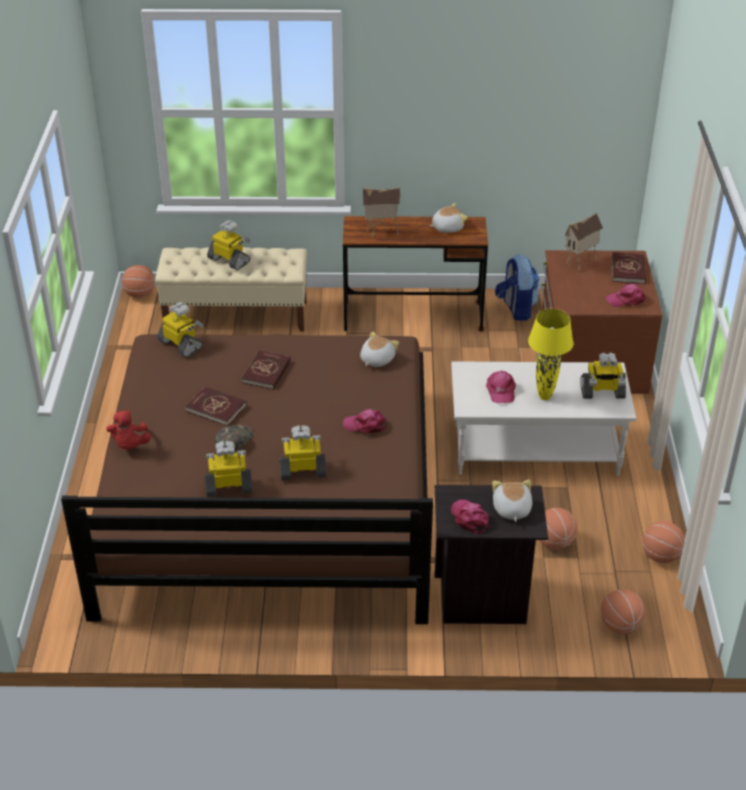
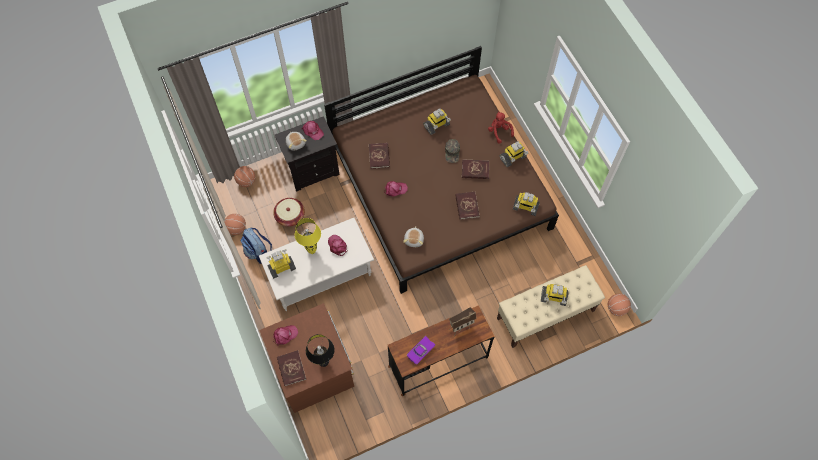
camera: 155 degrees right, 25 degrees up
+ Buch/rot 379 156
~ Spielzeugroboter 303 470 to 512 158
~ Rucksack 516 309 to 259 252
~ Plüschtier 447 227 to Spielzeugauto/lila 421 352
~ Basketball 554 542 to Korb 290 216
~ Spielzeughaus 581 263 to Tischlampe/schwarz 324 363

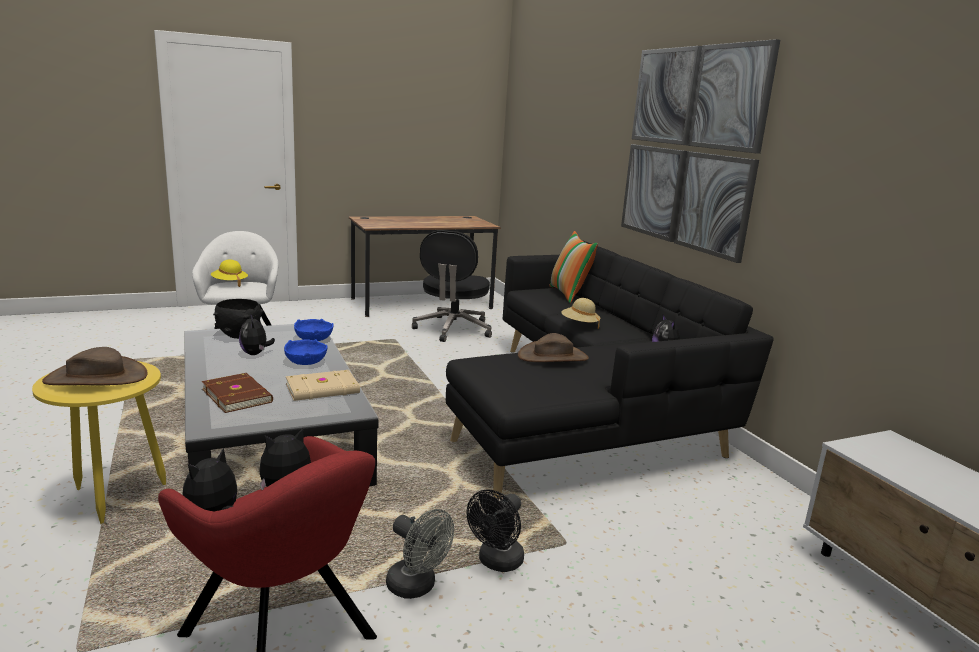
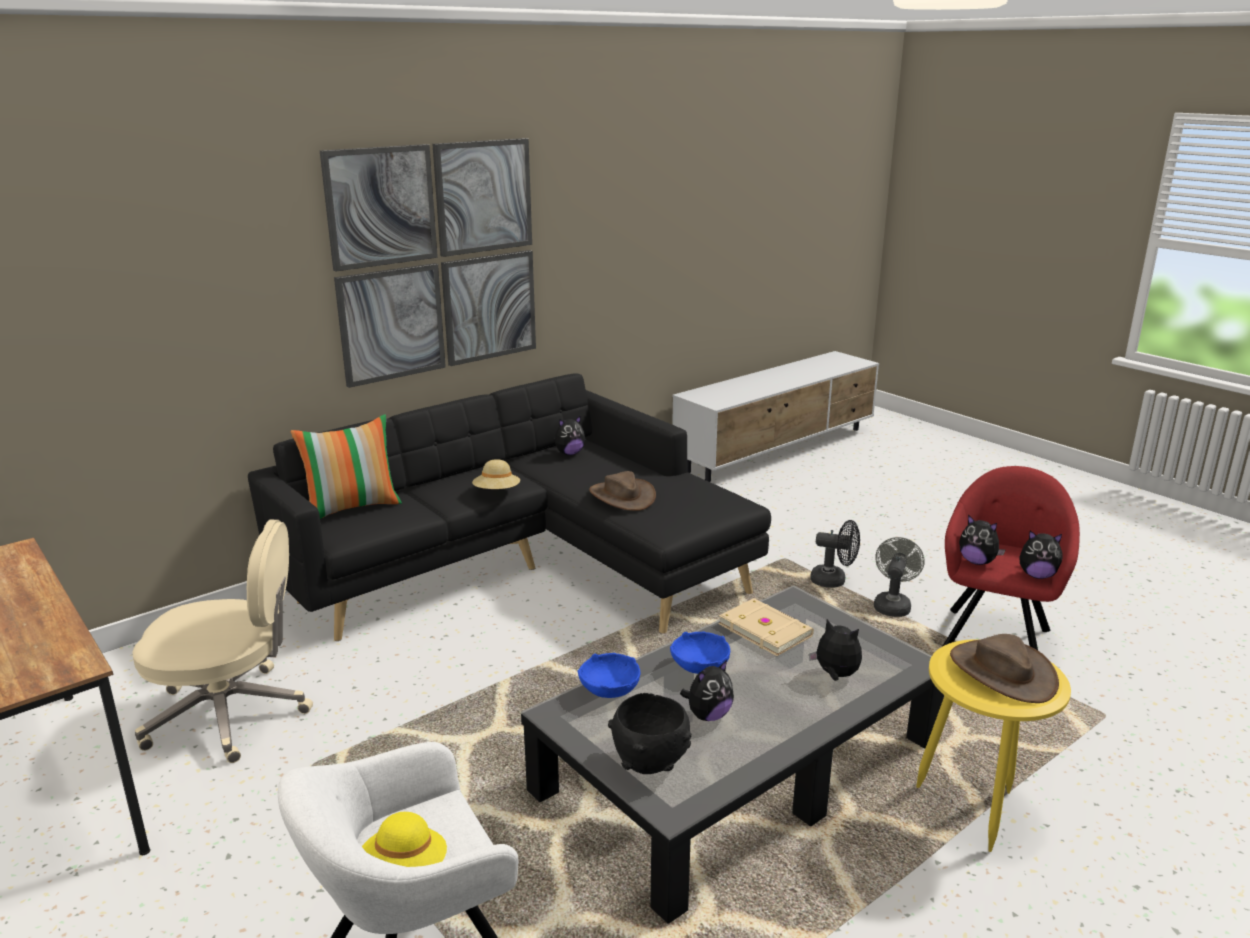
camera: 105 degrees left, 5 degrees up
~ Buch/braun 238 395 to Plüschtier 835 675
~ Bürostuhl/schwarz 453 329 to Bürostuhl/beige 231 714

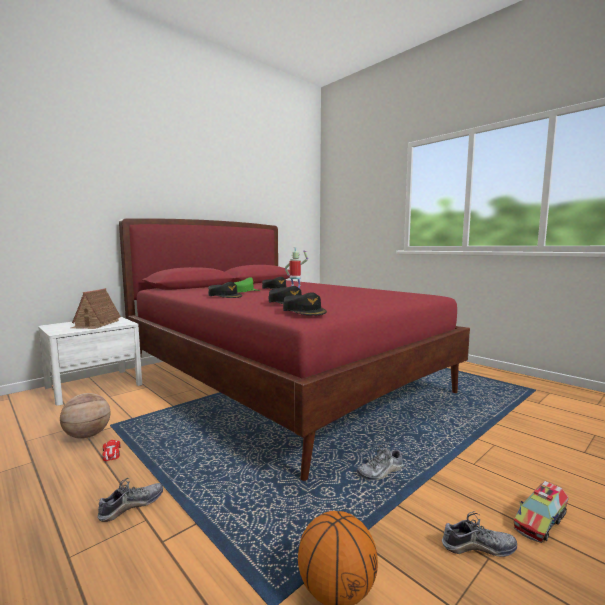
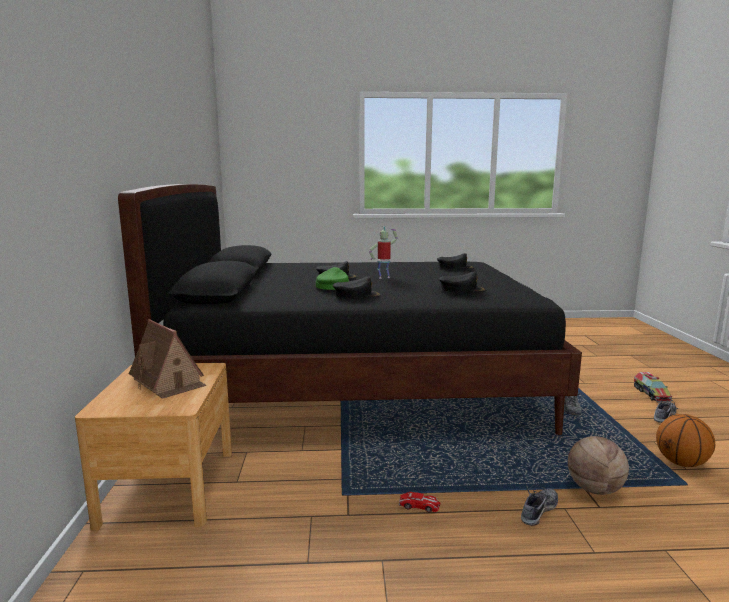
camera: 50 degrees left, 5 degrees up
~ Basketball 87 435 to 594 489
~ Kappe/schwarz 304 311 to 455 267
~ Nachttisch/weiß 94 386 to Nachttisch/braun 169 486
~ Bett/rot 282 380 to Bett/schwarz 356 383
~ Schuh 131 506 = 538 511 45 degrees clockwise

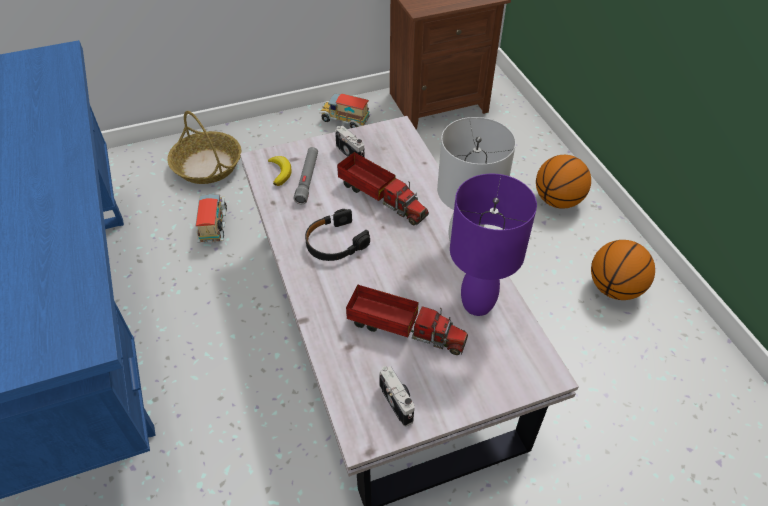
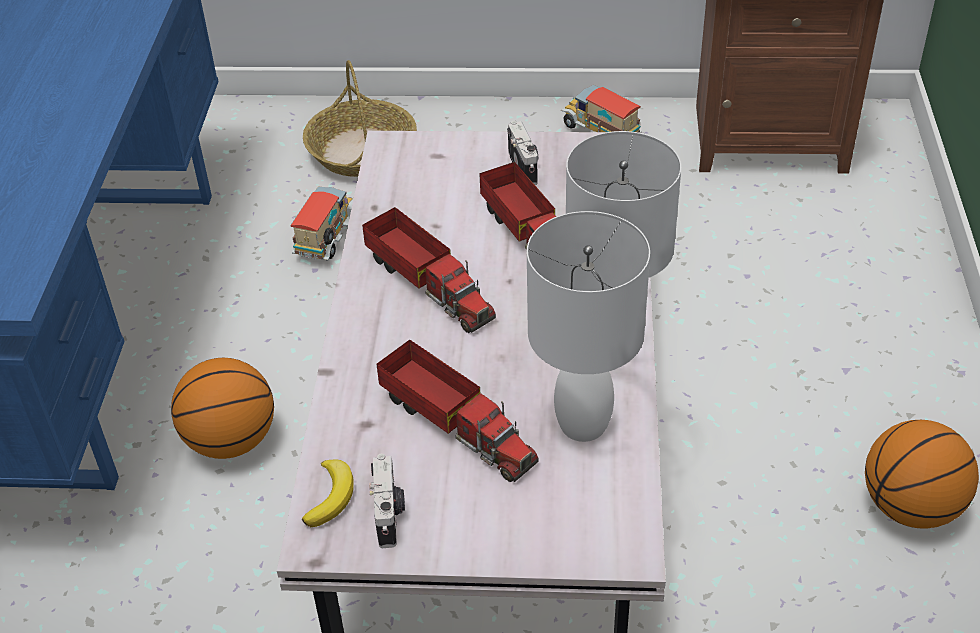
camera: 25 degrees right, 5 degrees down
- Taschenlampe/grau 307 178
~ Banane 280 172 to 331 496
~ Basketball 558 200 to 232 441
~ Kopfhörer/schwarz 335 243 to Spielzeuglaster 428 284
~ Tischlampe/lila 478 303 to Tischlampe/weiß 585 424

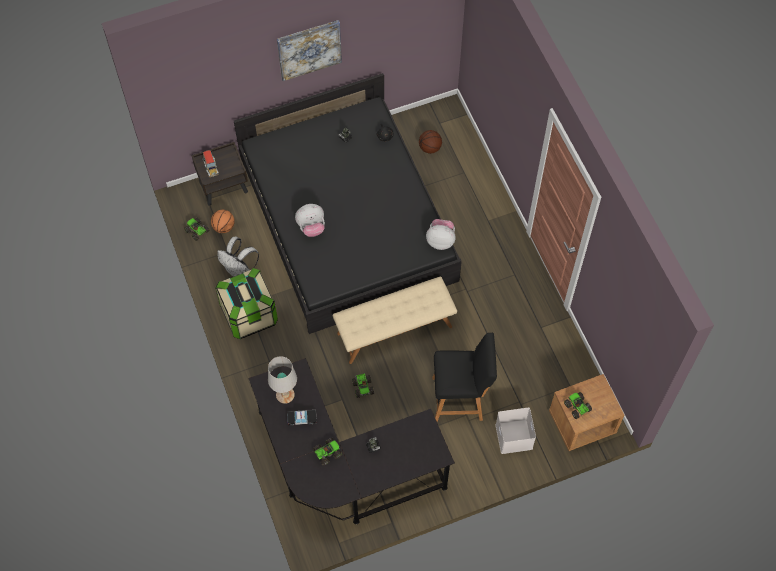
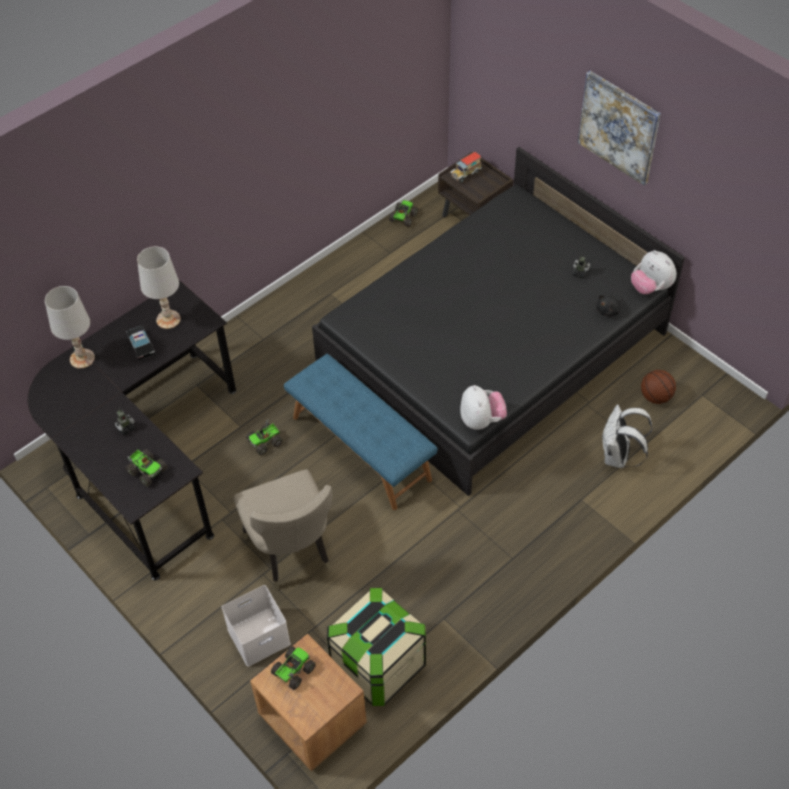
camera: 70 degrees right, 10 degrees down
- Basketball 224 227
+ Tischlampe/weiß 82 358
~ Aufbewahrungsbox 249 315 to 378 664
~ Rucksack/weiß 240 271 to 618 457
~ Plüschtier 311 227 to 650 287
~ Spielzeuglaster 327 453 to 147 470
~ Hocker/schwarz 460 398 to Stuhl/beige 292 554
~ Bank/beige 394 329 to Bank/blau 362 447

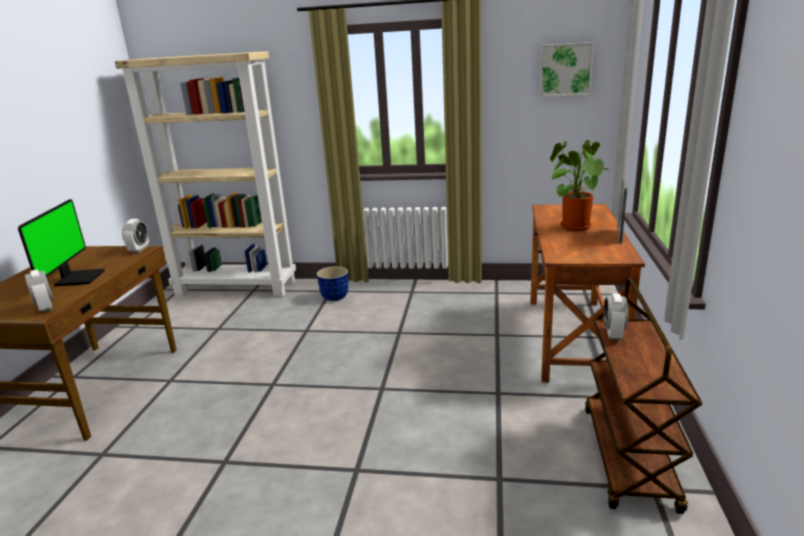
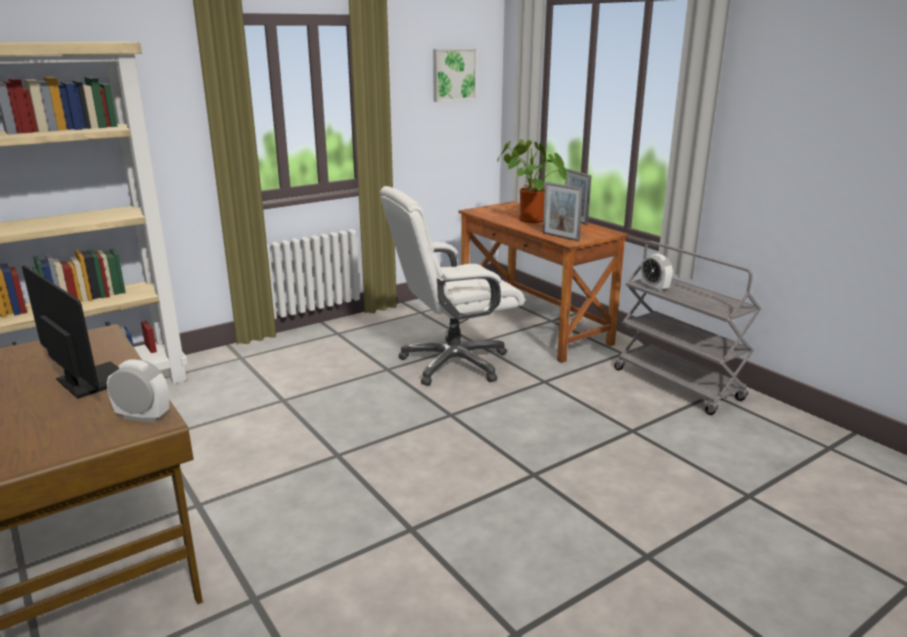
camera: 45 degrees left, 0 degrees up
- Wecker 139 249
- Pflanzkübel 335 297
+ Bürostuhl/weiß 453 363
+ Bilderrahmen 560 237
~ Rollwagen/braun 629 458 to Rollwagen/grau 678 385

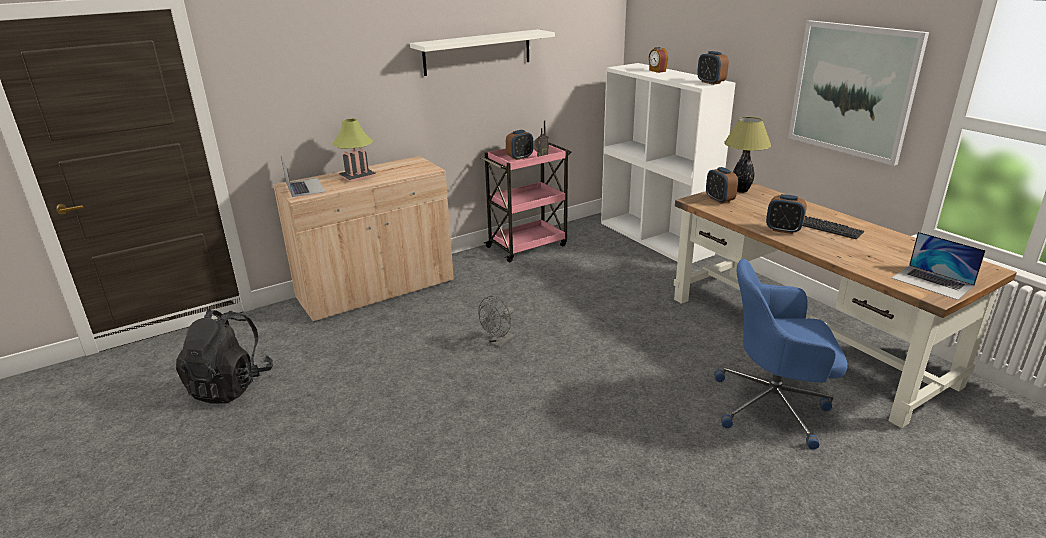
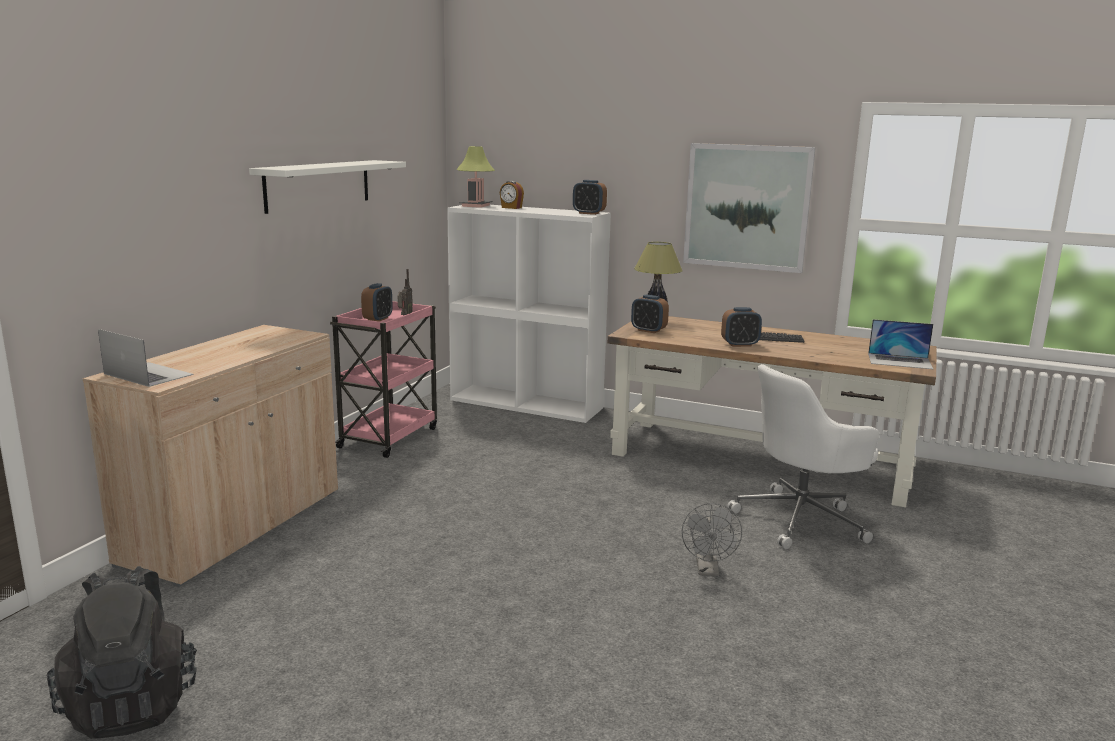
camera: 35 degrees left, 10 degrees down
~ Tischlampe 357 177 to 475 205
~ Ventilator/grau 499 343 to 708 570
~ Bürostuhl/blau 773 406 to Bürostuhl/weiß 801 519

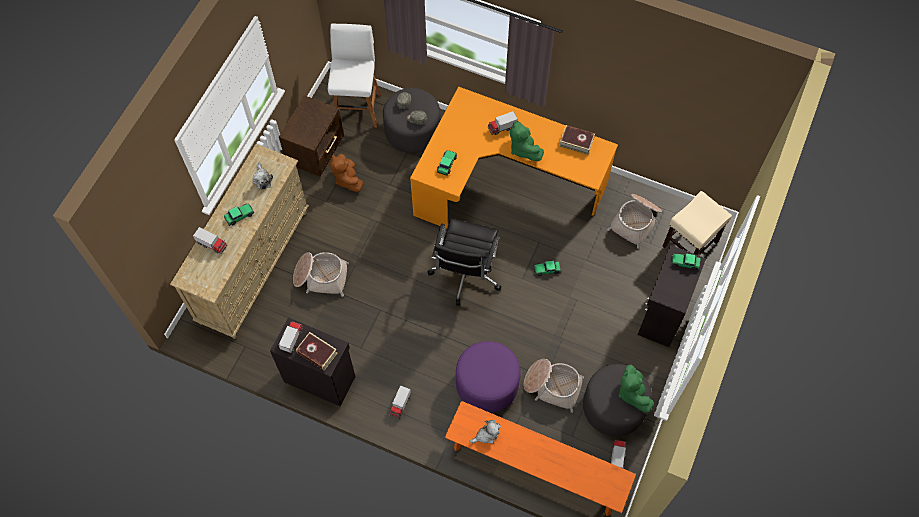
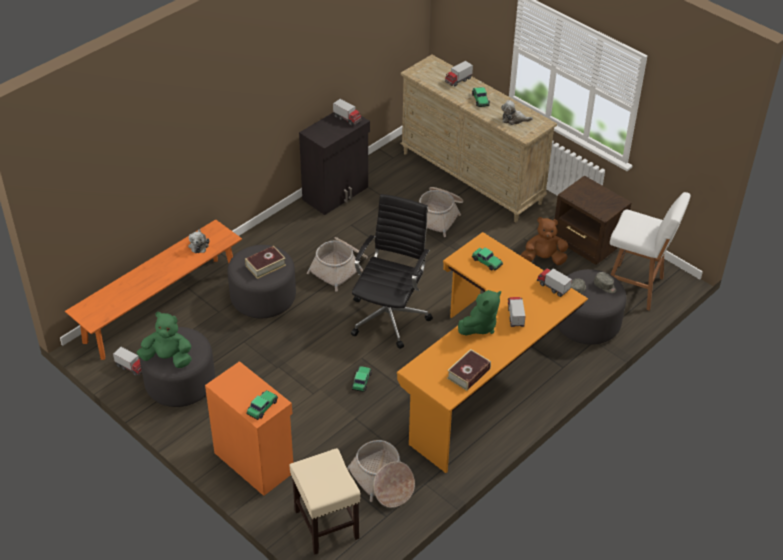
camera: 110 degrees right, 20 degrees down
~ Buch 317 353 to 265 265
~ Spielzeuglaster 400 405 to 553 287
~ Korb 552 386 to 340 268
~ Polsterhocker/lila 487 384 to Polsterhocker/grau 263 297
~ Schrank/schwarz 661 314 to Schrank/orange 254 461
~ Bürostuhl/schwarz 465 274 = 390 316 75 degrees clockwise
~ Plüschtier/grün 523 148 = 479 326 135 degrees clockwise

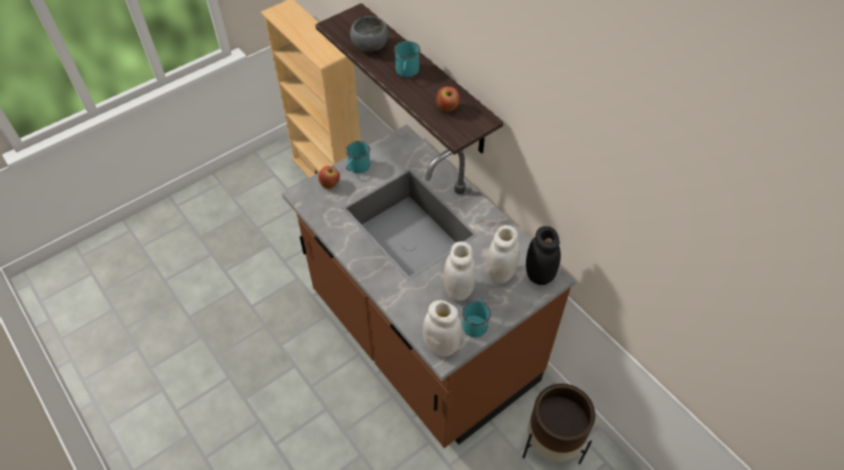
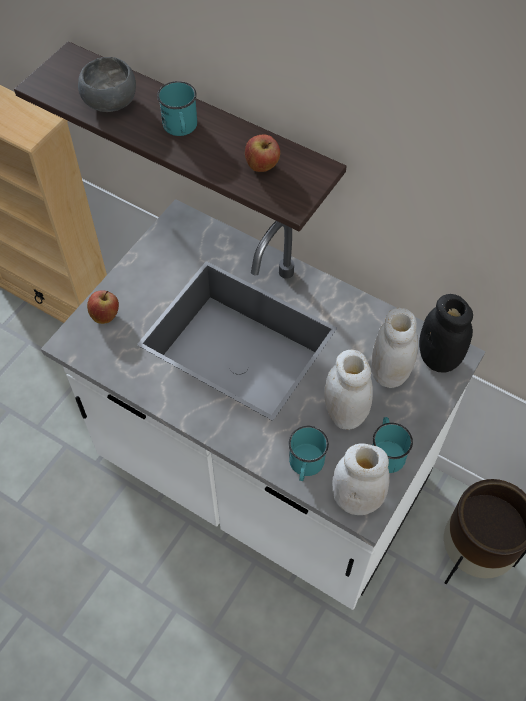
camera: 20 degrees left, 5 degrees up
~ Henkelbecher/türkis 357 168 to 305 465
~ Küchenzeile/braun 422 340 to Küchenzeile/weiß 263 475

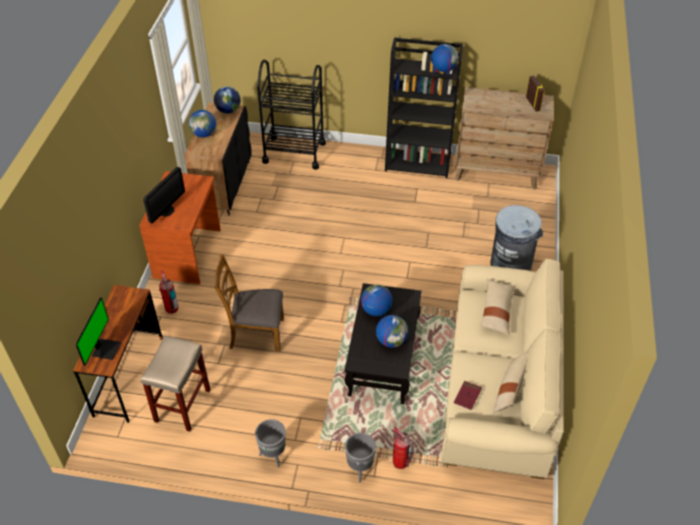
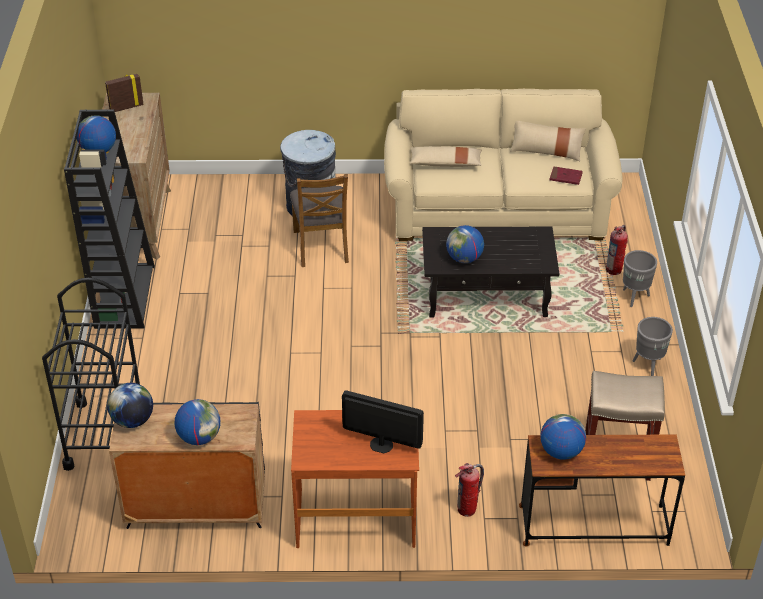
camera: 100 degrees left, 5 degrees down
- Monitor 105 349
~ Stuhl/braun 256 333 to 321 246
~ Globus 391 340 to 561 451

